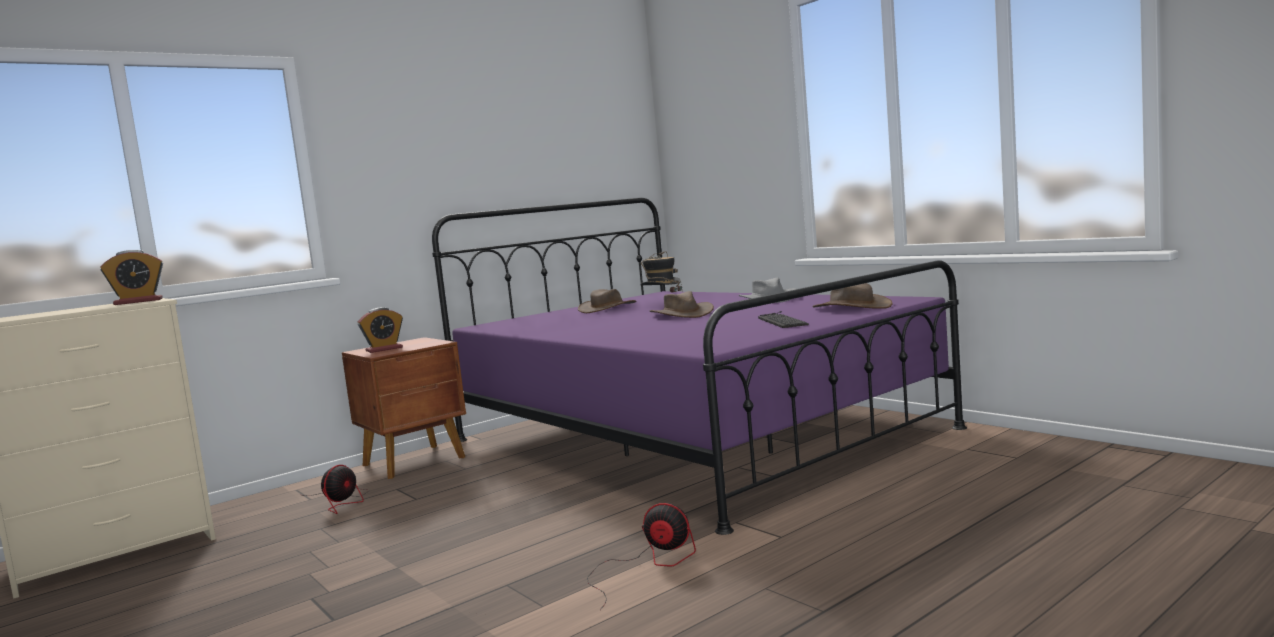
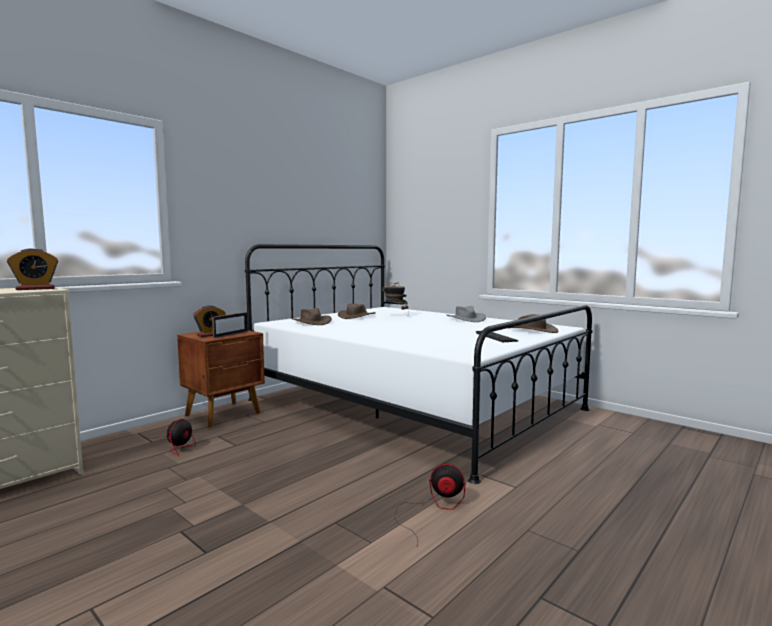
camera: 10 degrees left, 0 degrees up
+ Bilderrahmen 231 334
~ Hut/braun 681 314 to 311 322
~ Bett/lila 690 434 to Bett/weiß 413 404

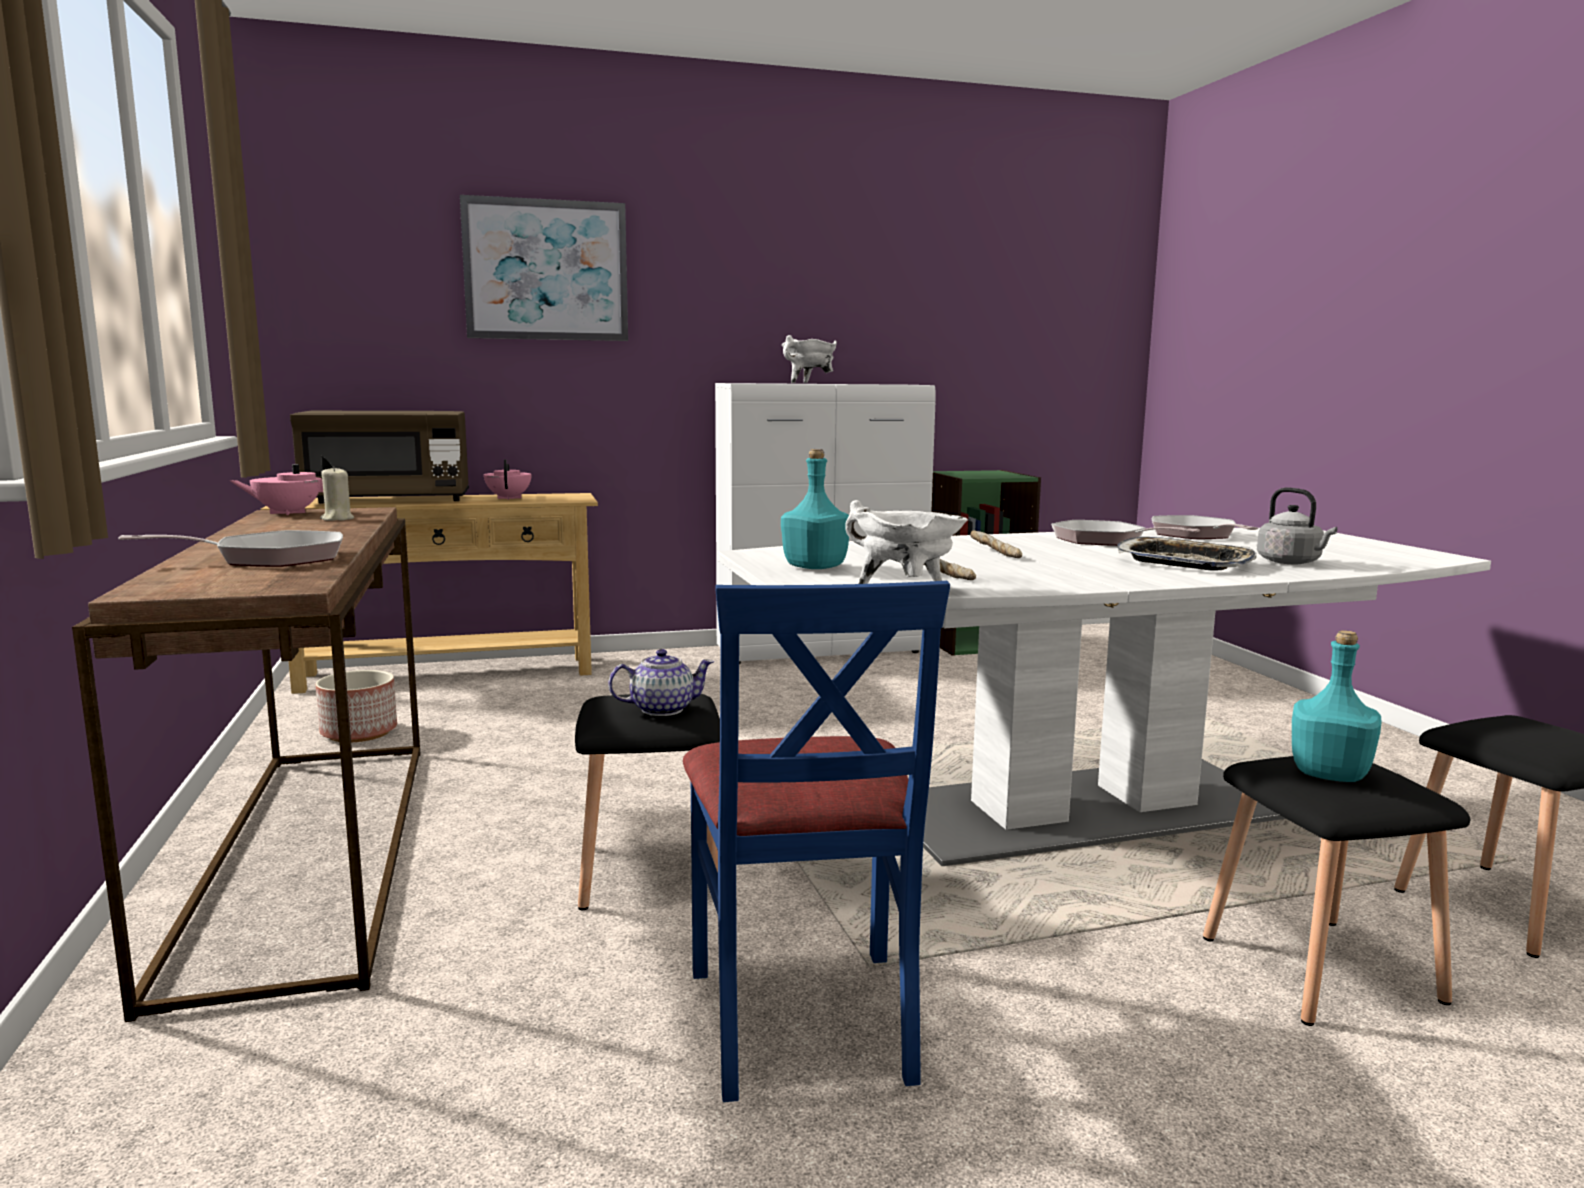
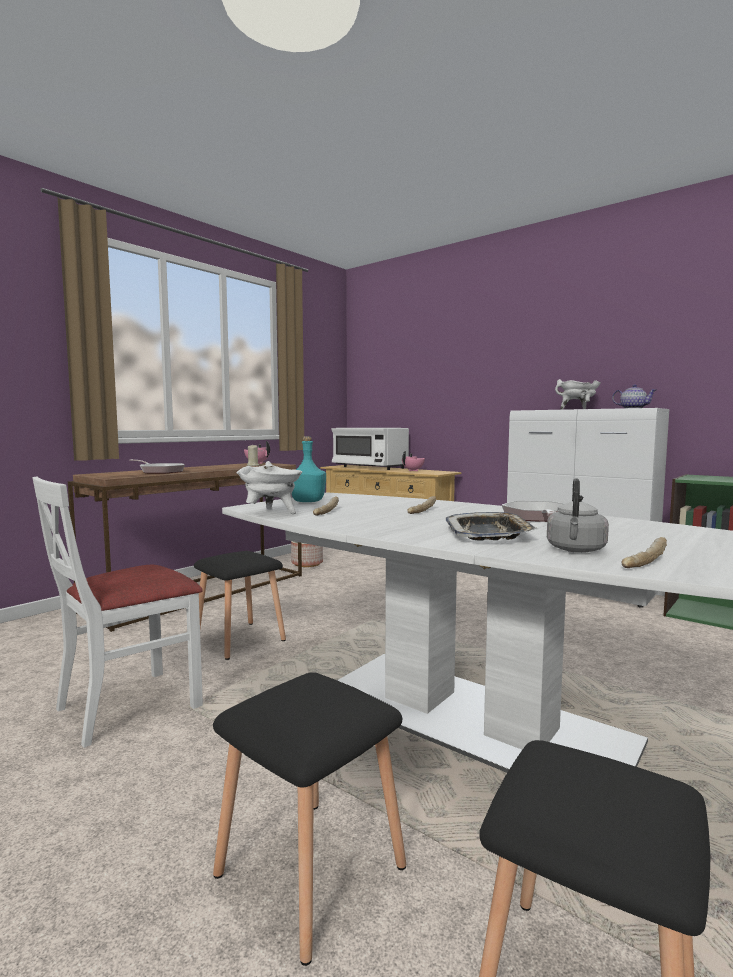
camera: 55 degrees right, 5 degrees down
- Bild 546 270
- Pfanne 1196 535
- Flasche/türkis 1329 775
+ Brot 644 562
~ Teekanne 661 709 to 633 408
~ Mikrowelle/braun 388 500 to Mikrowelle/weiß 370 467
~ Stuhl/blau 803 1020 to Stuhl/weiß 128 706

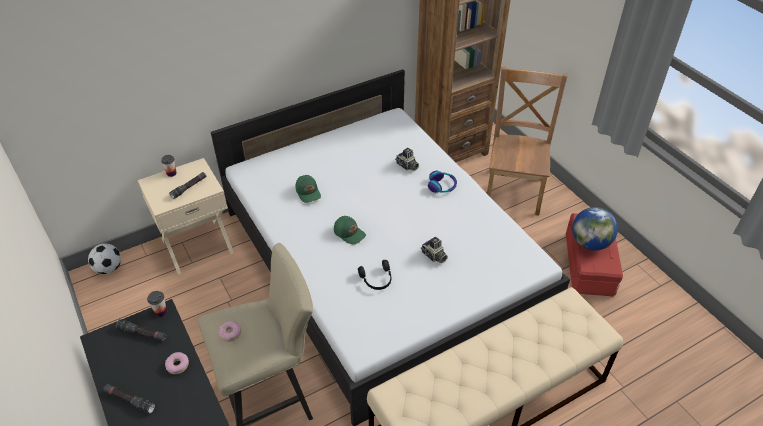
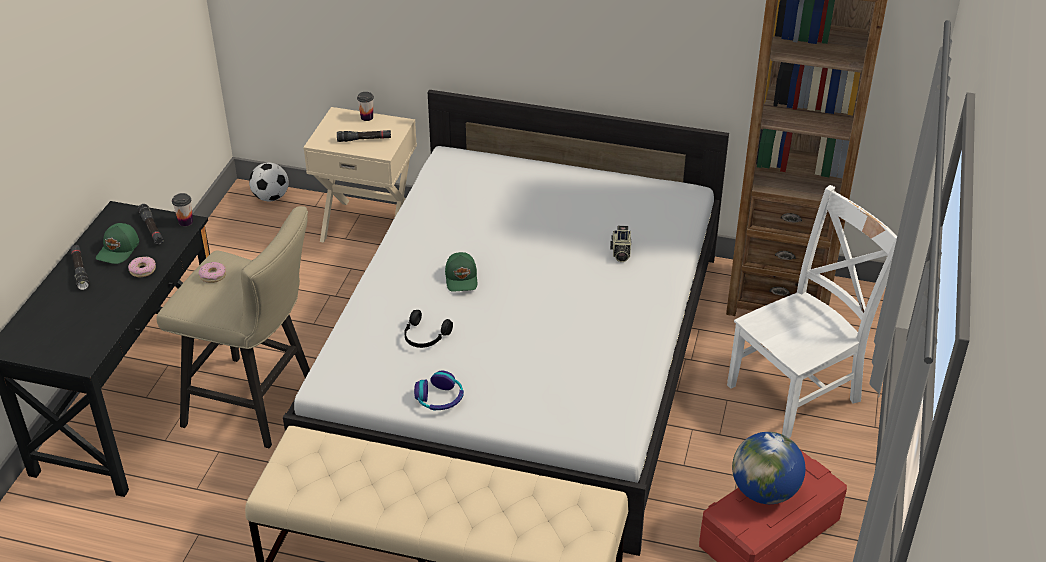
camera: 45 degrees right, 5 degrees down
- Kamera 434 256
~ Kappe/grün 308 192 to 119 250
~ Kopfhörer 442 186 to 439 398
~ Stuhl/braun 514 189 to Stuhl/weiß 798 391

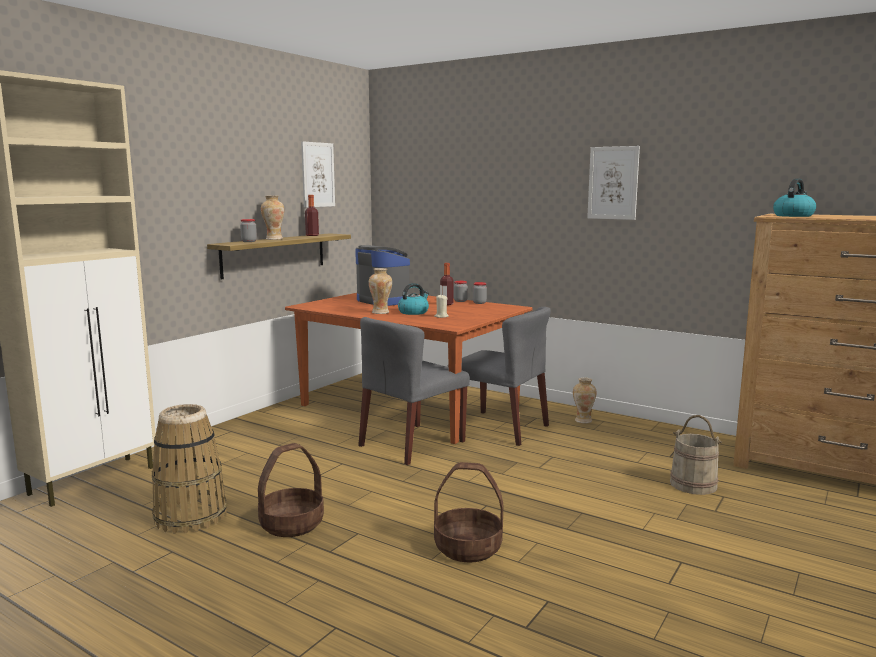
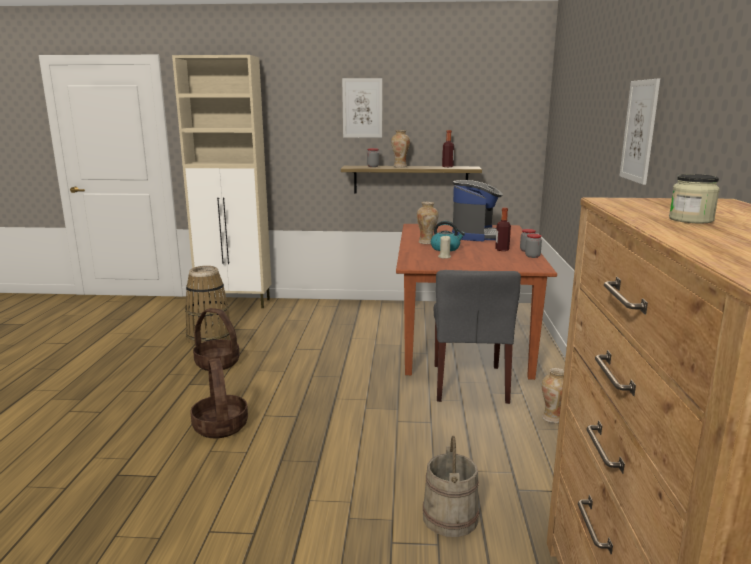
camera: 60 degrees right, 5 degrees up
- Stuhl/grau 412 444
- Wasserkessel 793 216
+ Vorratsglas 690 219
~ Bild 318 175 to 362 108

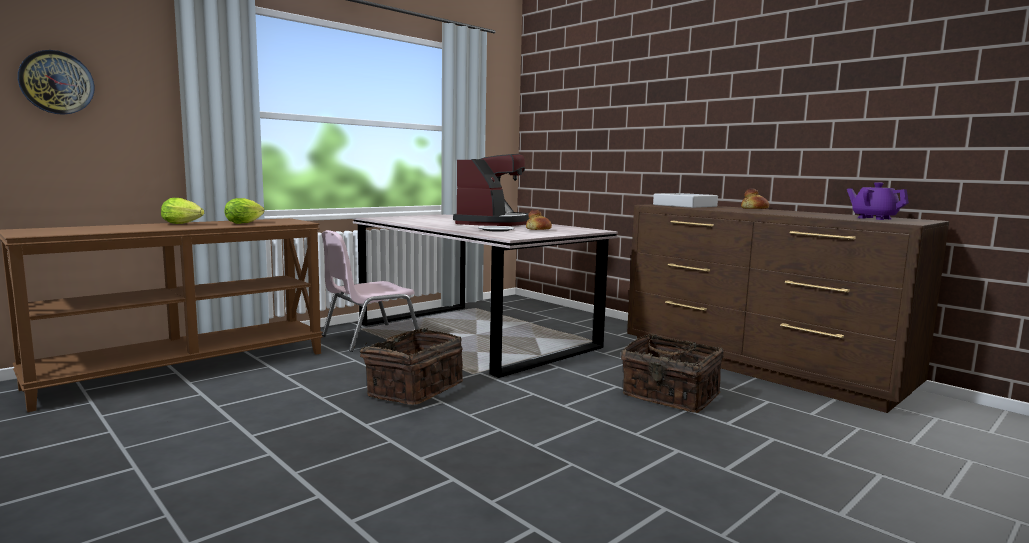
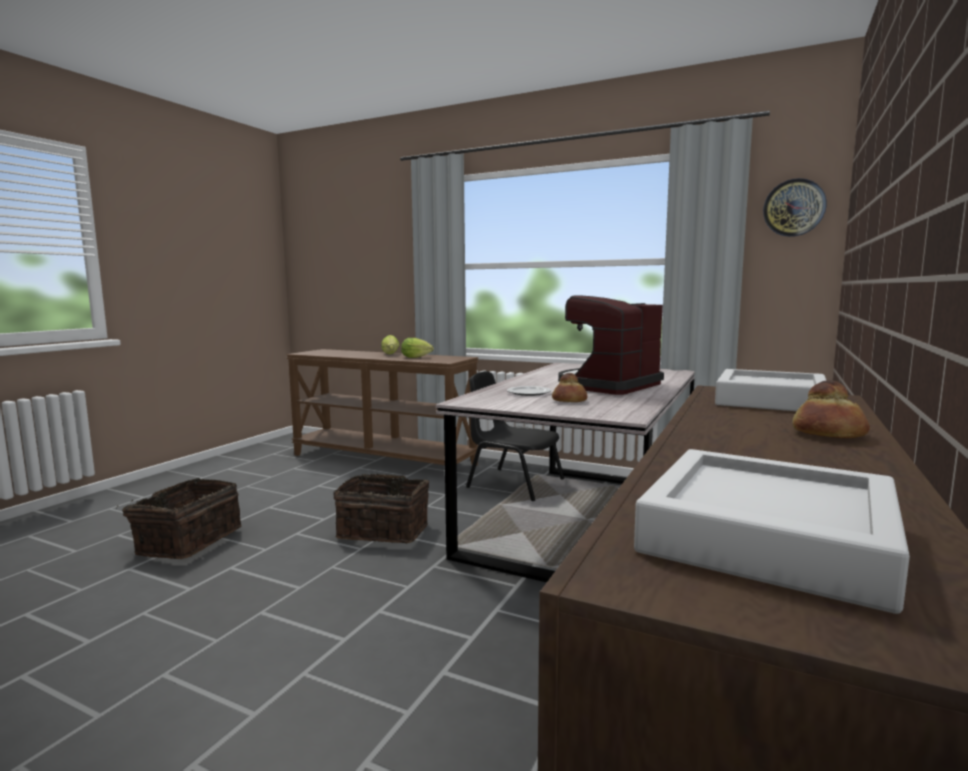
camera: 70 degrees right, 0 degrees up
~ Wanduhr 56 82 to 794 208
~ Korb 669 396 to 187 541
~ Teekanne/lila 874 218 to Tablett/grau 767 537
~ Stuhl/rosa 369 338 to Stuhl/schwarz 514 483
~ Kaffeemaschine 493 223 = 608 385 135 degrees clockwise

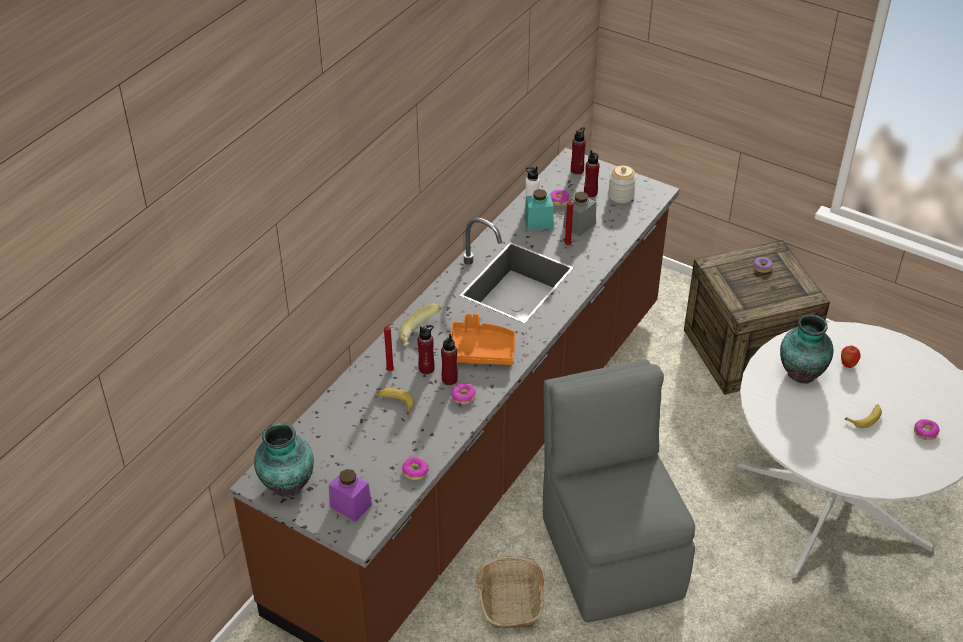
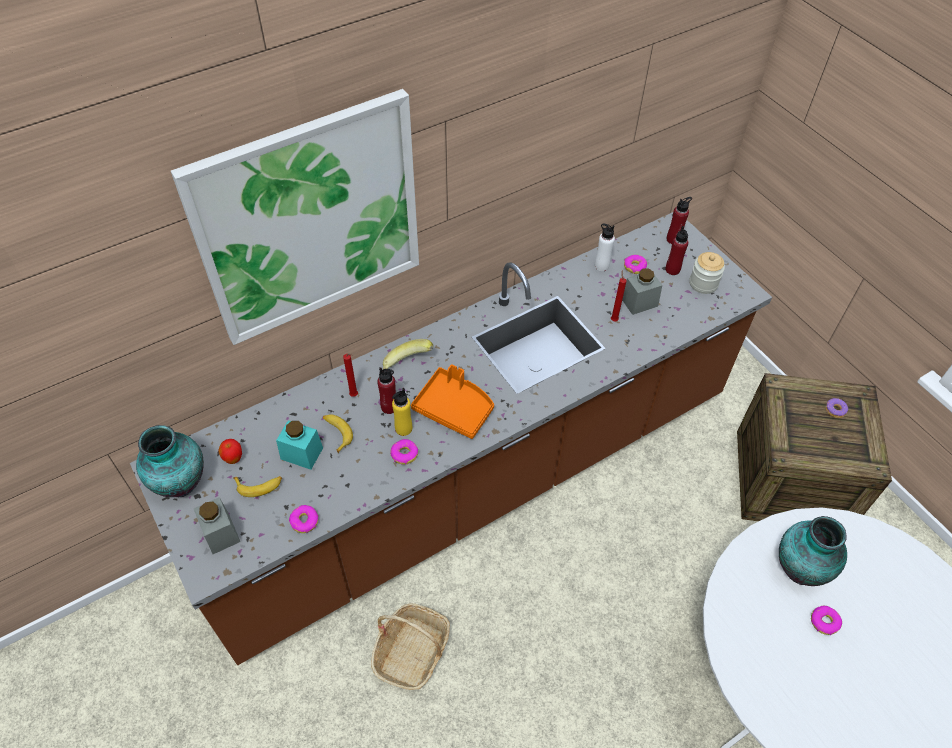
camera: 25 degrees right, 10 degrees up
- Stuhl/grau 610 553
+ Bild 310 221
~ Vorratsglas/türkis 538 223 to 302 453
~ Apfel 847 365 to 233 459
~ Banane 865 418 to 259 486
~ Donut 925 432 to 824 622
~ Vorratsglas/lila 350 505 to Vorratsglas/grau 220 533
~ Flasche/rot 449 379 to Flasche/gelb 403 428

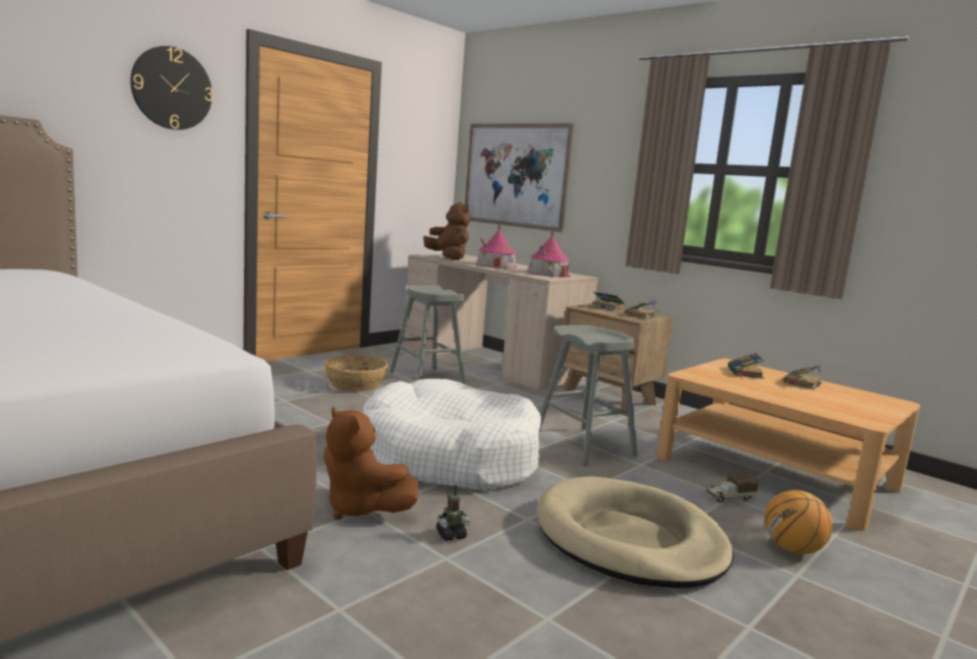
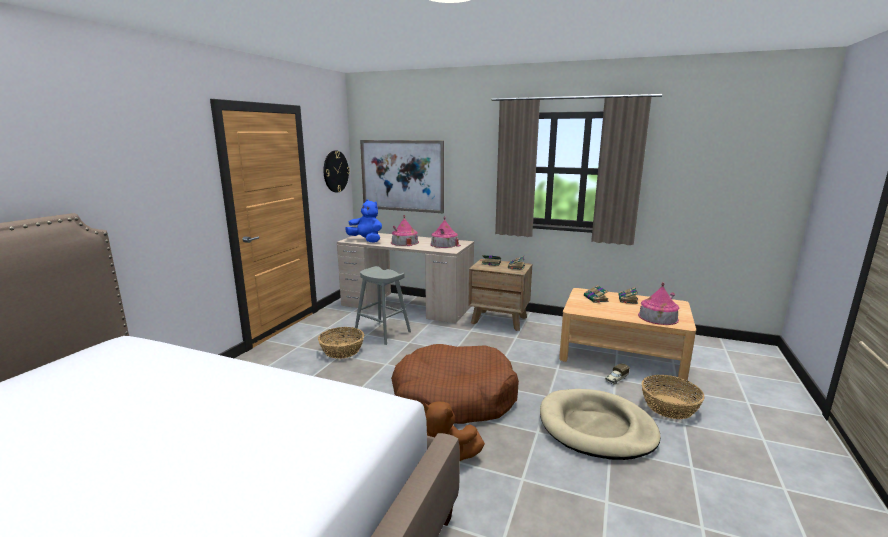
camera: 20 degrees left, 5 degrees up
- Spielzeugroboter 451 535
- Hocker/grau 584 446
+ Spielzeughaus 658 317
~ Wanduhr 172 88 to 335 171
~ Basketball 793 550 to Korb 669 406
~ Hundebett/weiß 448 457 to Hundebett/braun 454 397
~ Plüschtier/braun 448 258 to Plüschtier/blau 366 240

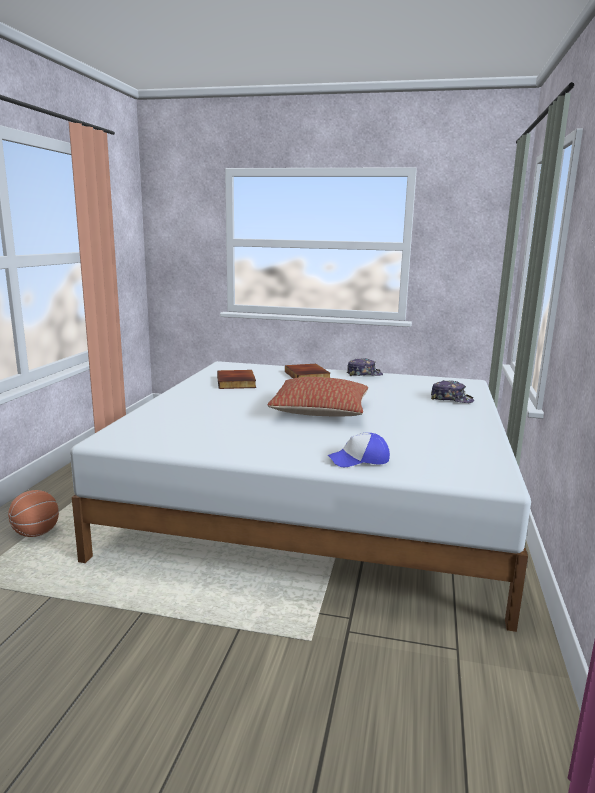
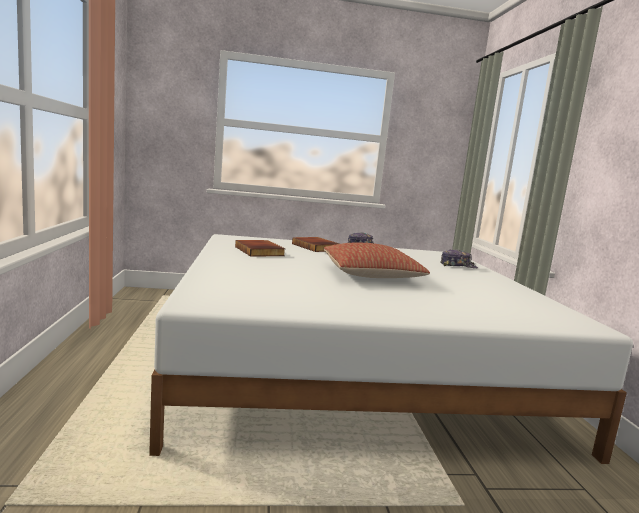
camera: 20 degrees left, 5 degrees down
- Basketball 36 533
- Kappe 359 460

